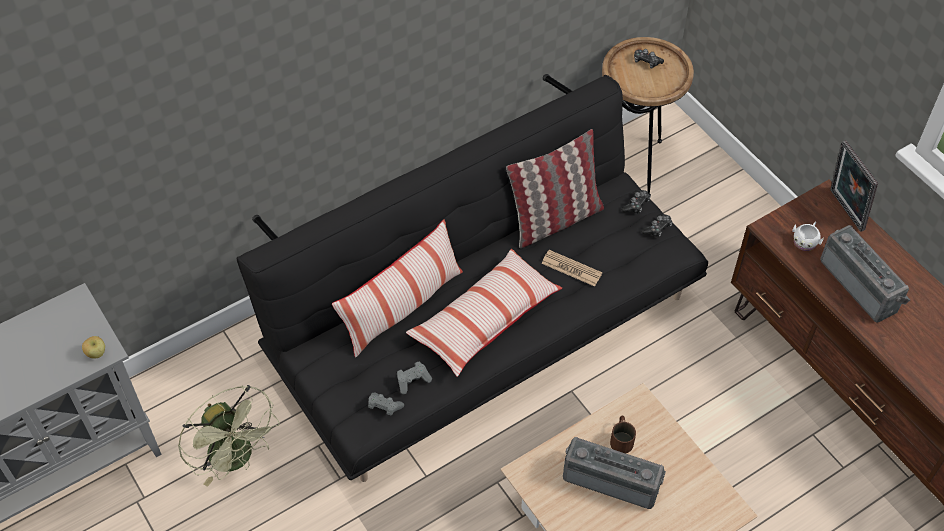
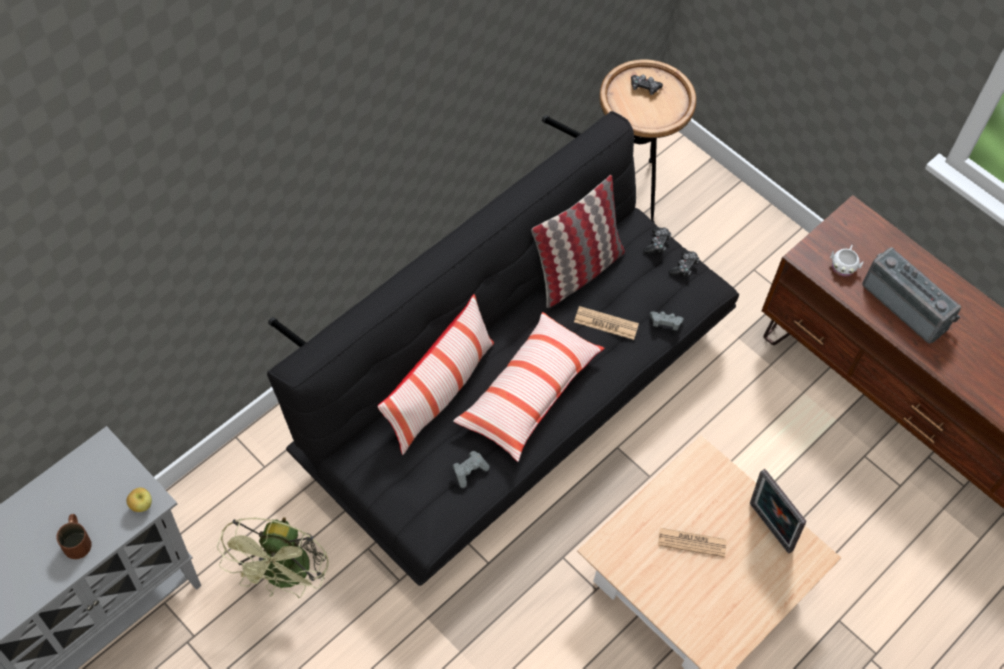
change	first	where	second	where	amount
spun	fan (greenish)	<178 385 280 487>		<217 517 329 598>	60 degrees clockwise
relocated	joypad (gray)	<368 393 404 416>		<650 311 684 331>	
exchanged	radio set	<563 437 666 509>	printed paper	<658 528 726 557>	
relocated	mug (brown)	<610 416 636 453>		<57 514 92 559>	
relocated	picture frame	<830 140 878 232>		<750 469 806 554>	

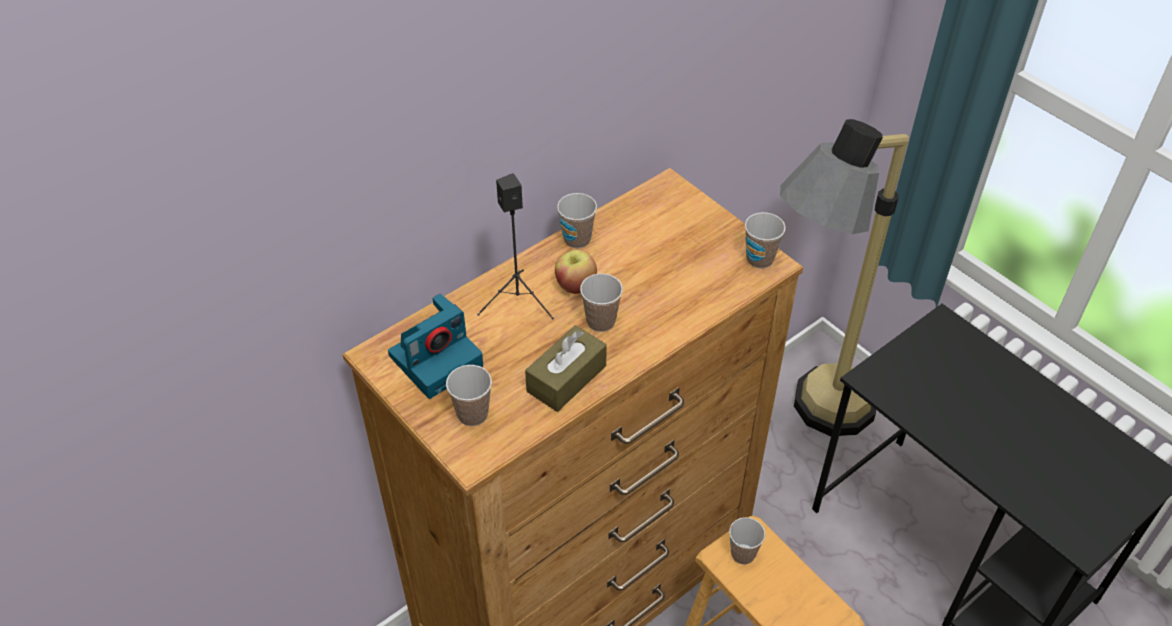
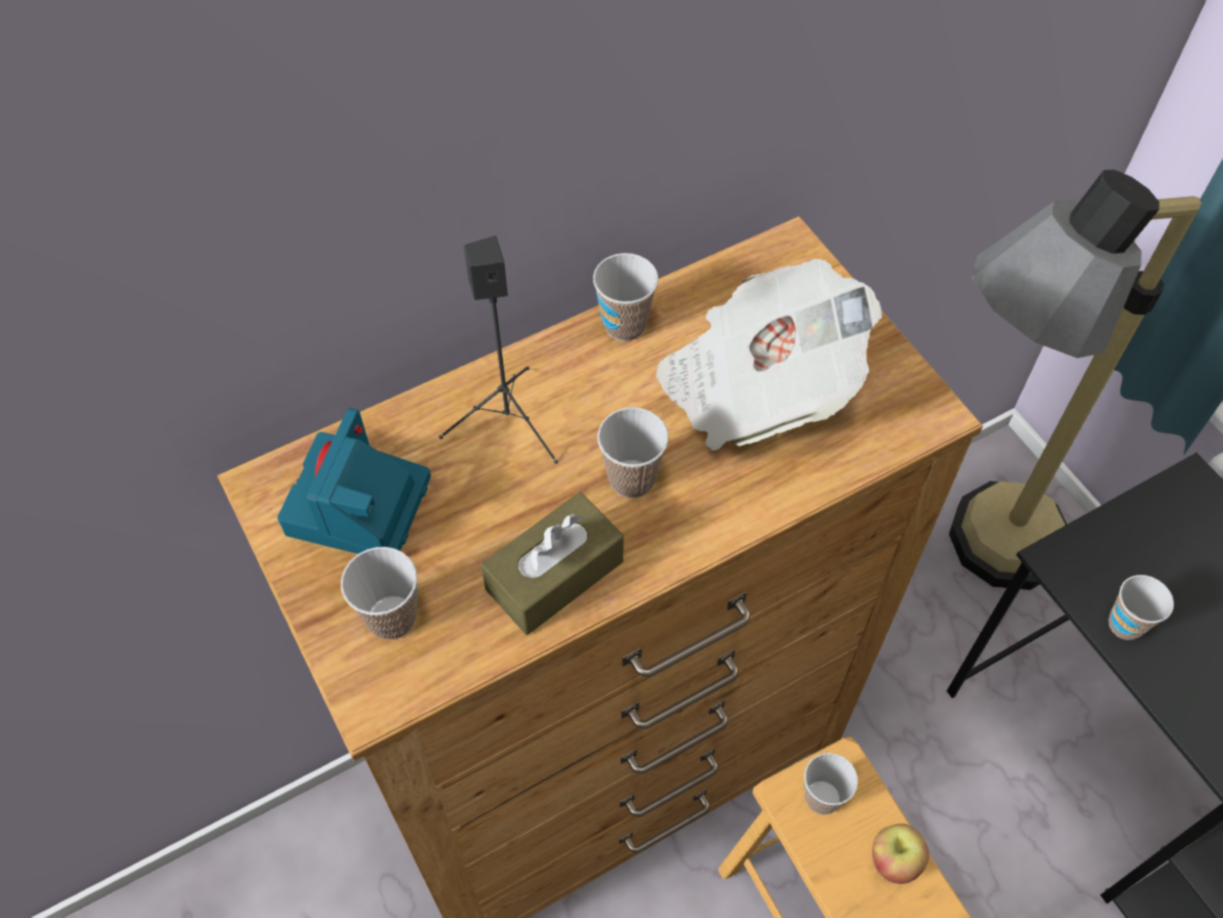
change	first	where	second	where	amount
spun	photo camera	<388 294 483 399>		<277 408 431 554>	135 degrees clockwise
relocated	apple	<555 250 597 294>		<872 824 929 884>	
relocated	small cup	<745 212 786 268>		<1108 575 1174 640>	
appeared			printed paper	<656 259 883 451>	

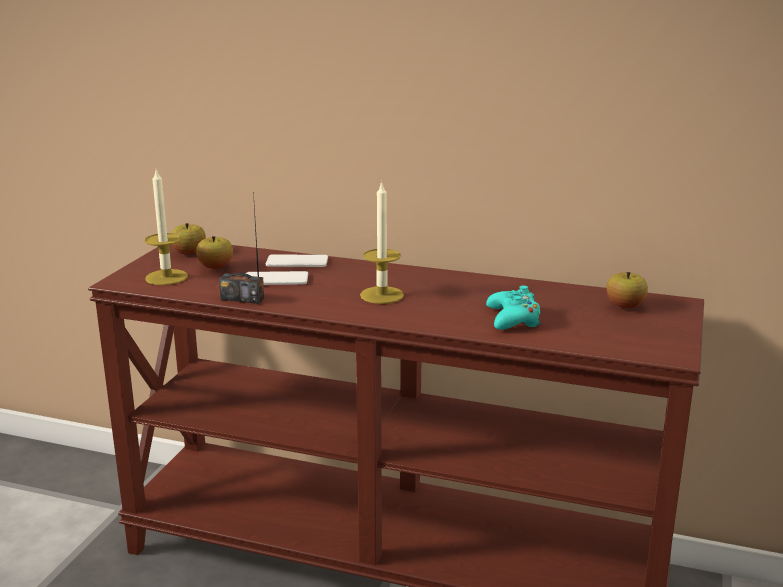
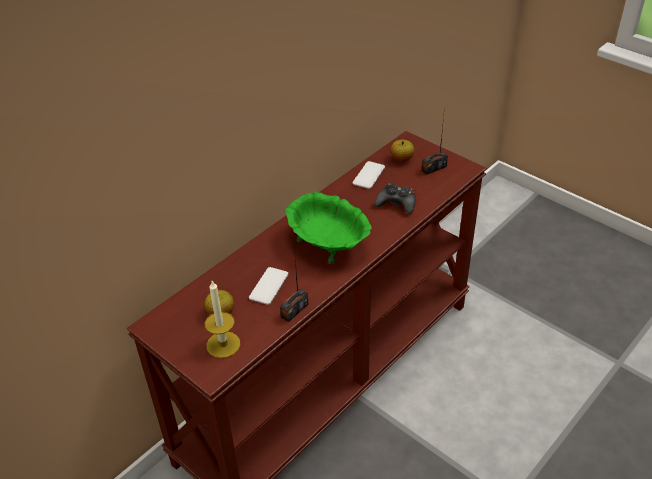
change	first	where	second	where	amount
missing	apple	<171 223 206 255>			
relocated	handset	<266 254 328 267>		<353 161 385 189>	
exchanged	wax candle	<360 181 404 304>	deep dish (greenish)	<285 192 372 264>	
colour	joypad (turquoise-coloured)	<486 285 541 330>	joypad (black-coloured)	<374 183 415 214>	
appeared			radio set	<421 106 448 175>	

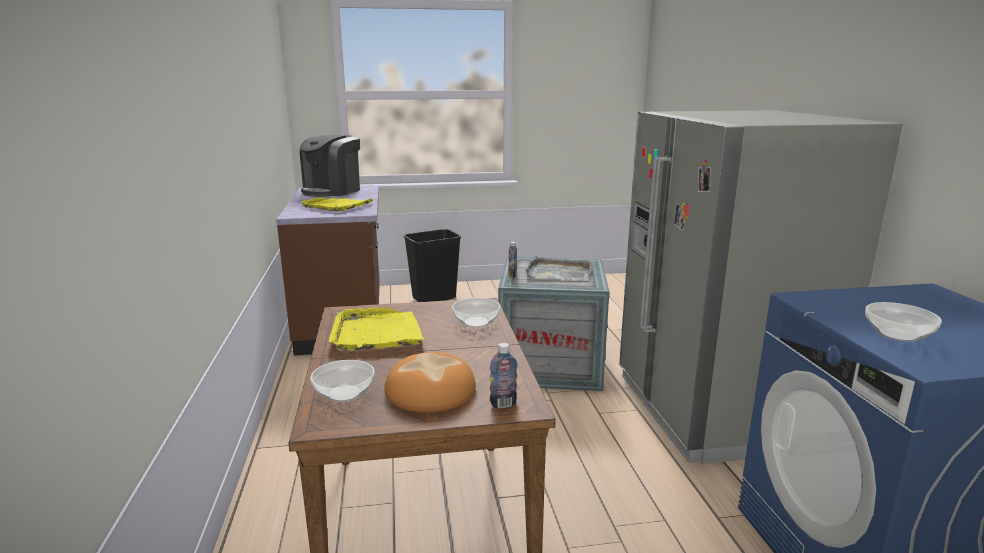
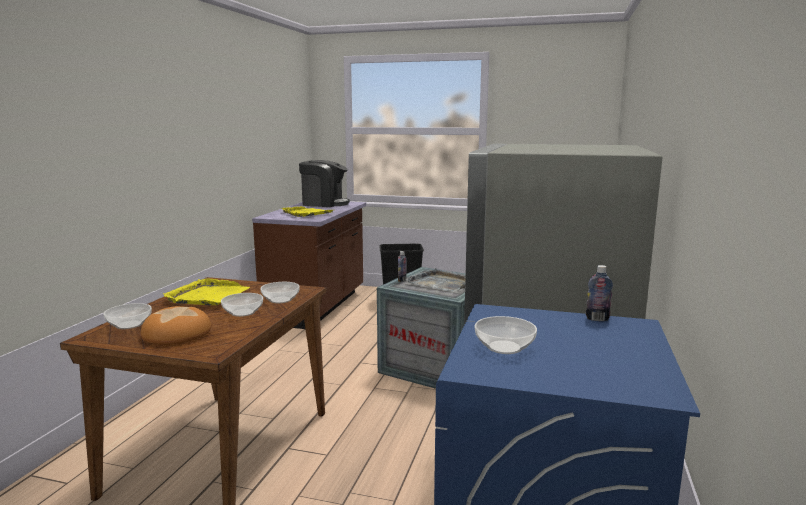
change	first	where	second	where	amount
spun	coffee maker	<300 134 360 197>		<299 160 350 207>	135 degrees counterclockwise
relocated	beverage bottle	<490 343 518 408>		<586 265 613 321>	
appeared			deep dish	<221 293 263 317>	

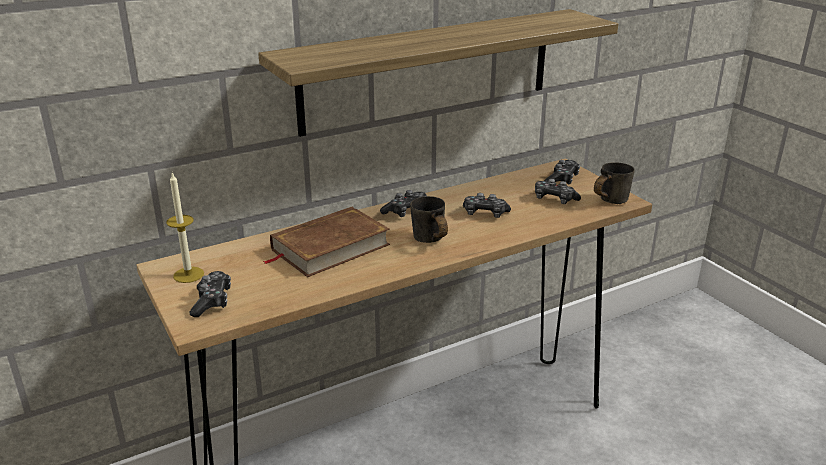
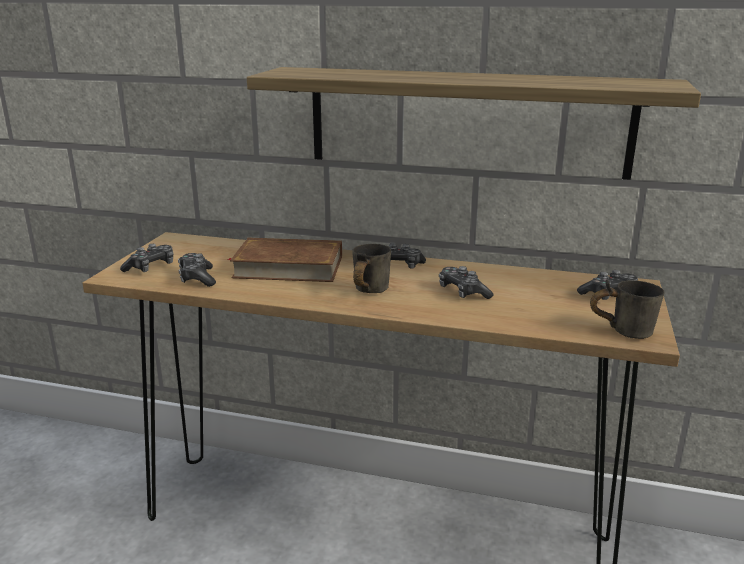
change	first	where	second	where	amount
missing	wax candle	<166 173 204 283>			
relocated	joypad	<535 179 581 204>		<178 253 216 287>	

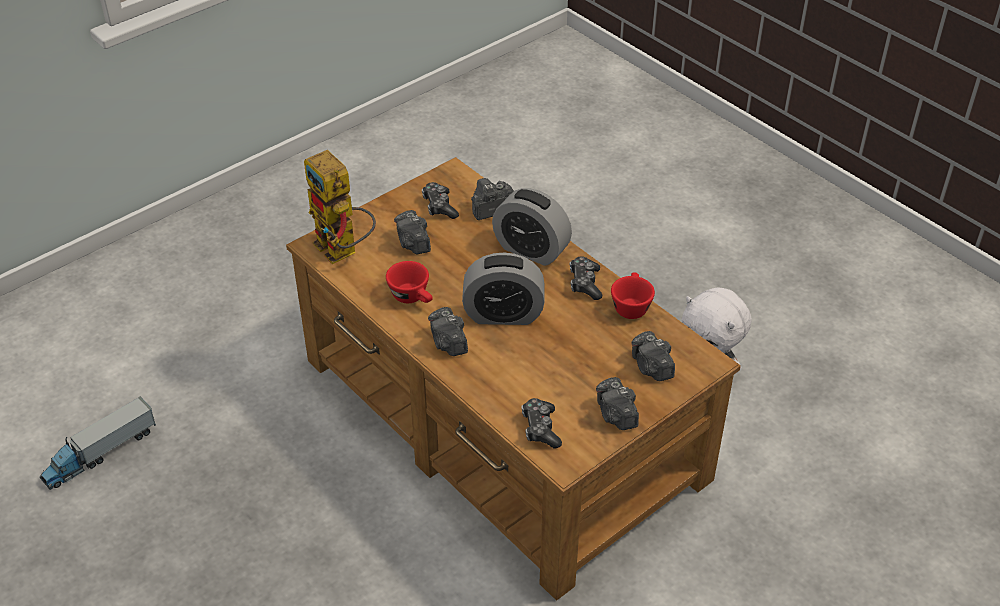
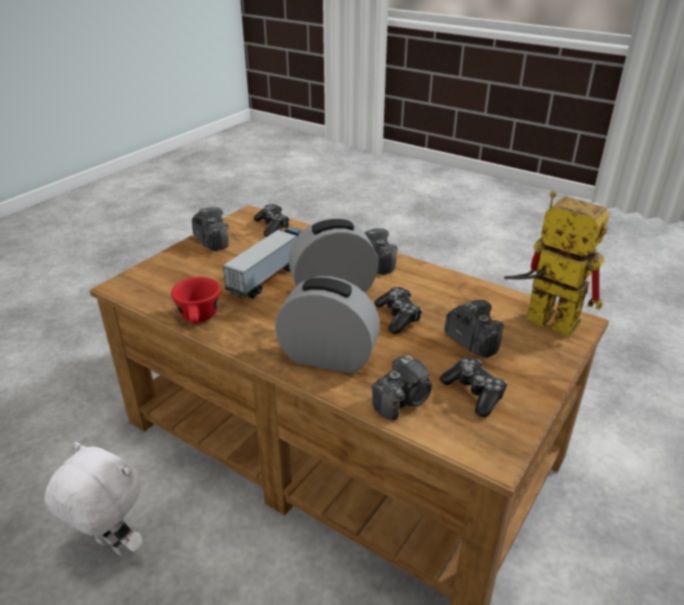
change	first	where	second	where	amount
relocated	toy truck	<40 397 156 490>		<222 226 303 299>	
missing	small cup (red-coloured)	<386 261 433 303>			
relocated	joypad	<570 256 602 300>		<374 287 422 334>	
missing	photo camera	<631 331 675 381>			

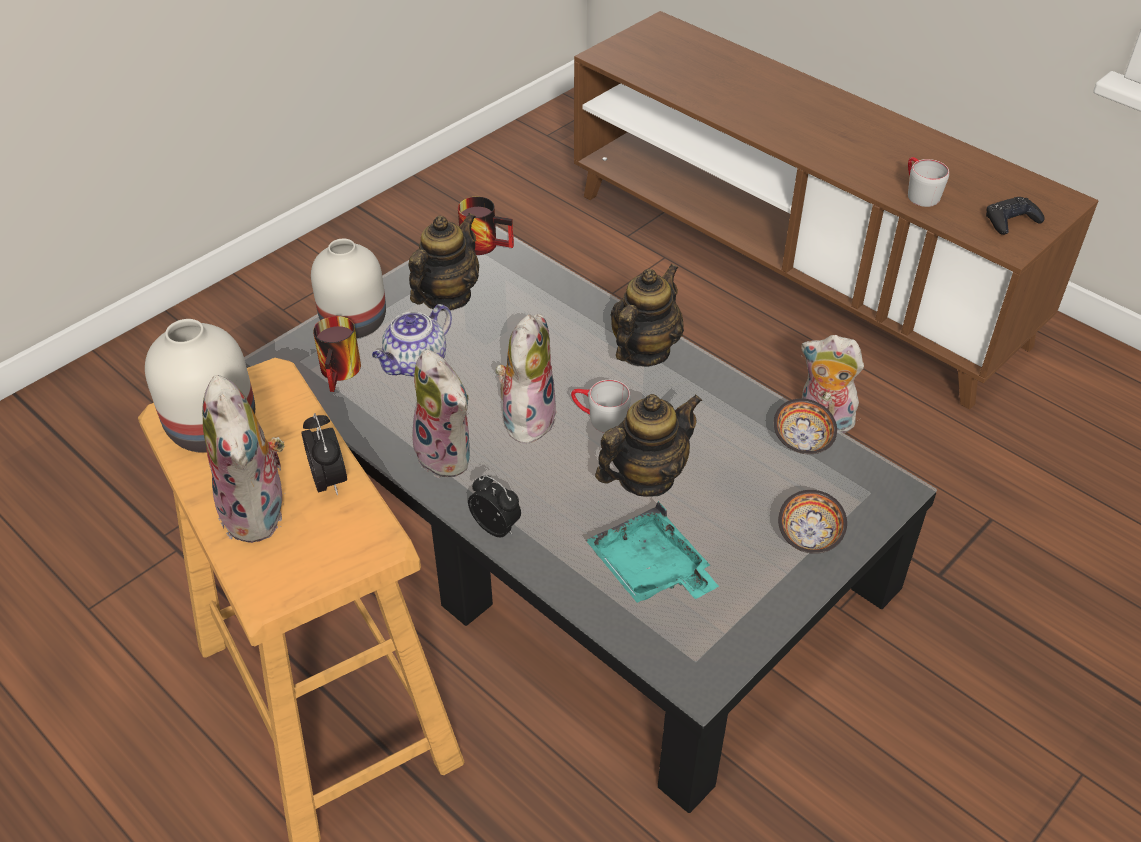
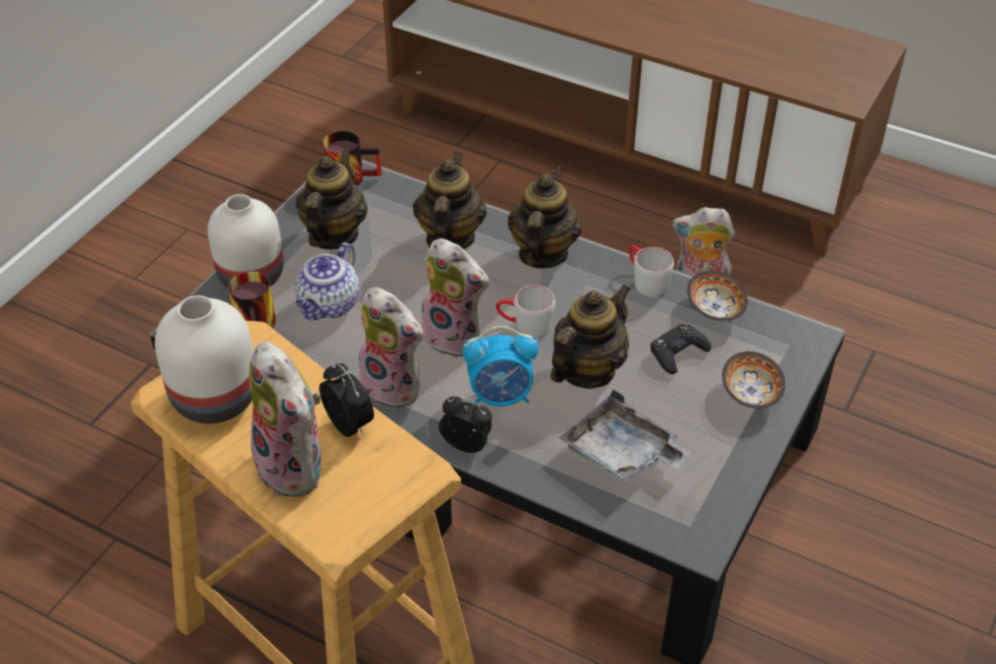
change	first	where	second	where	amount
spun	plush toy	<495 314 557 444>		<422 238 490 359>	120 degrees clockwise
colour	serving tray (turquoise-coloured)	<586 501 719 603>	serving tray (gray)	<559 389 693 484>	
relocated	mug (gray)	<908 157 949 207>		<629 245 674 297>	
relocated	joypad (black-coloured)	<986 197 1045 235>		<650 324 712 374>	
appeared			pot for tea	<413 151 487 249>	
appeared			bedside clock	<463 326 539 406>	

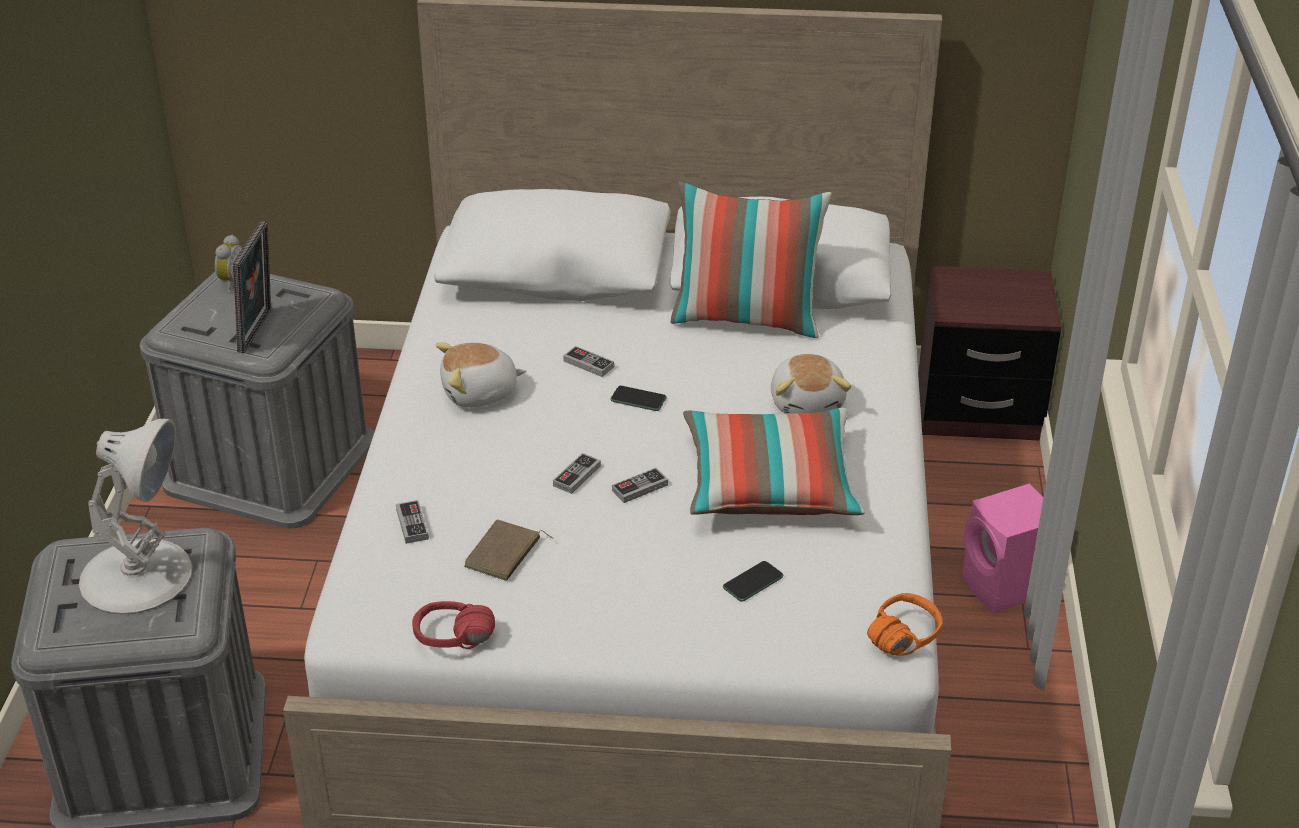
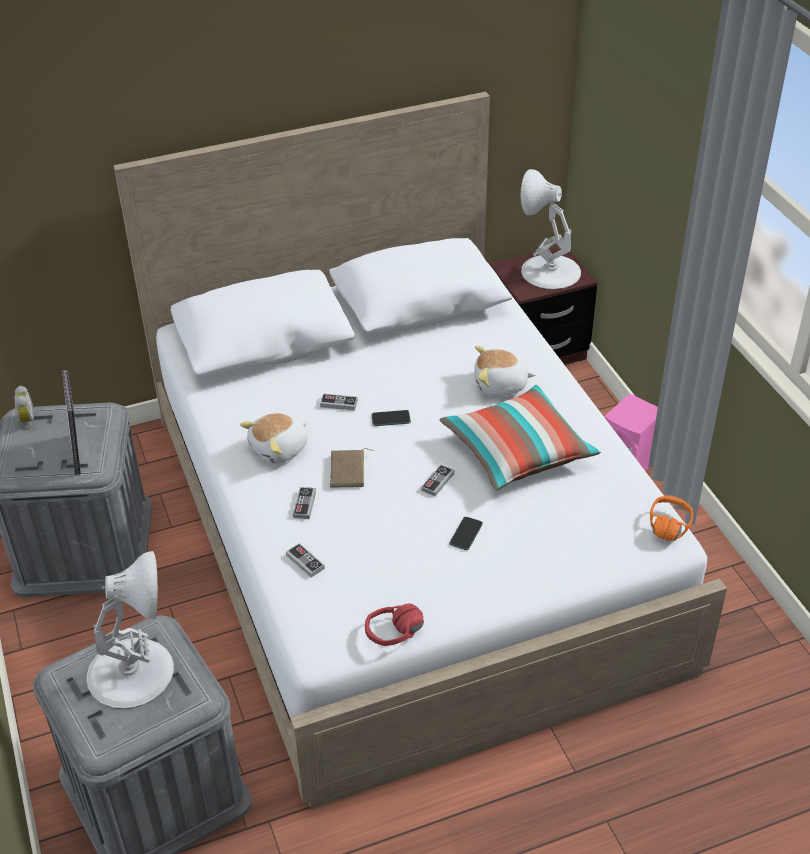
change	first	where	second	where	amount
relocated	book (brown)	<464 520 553 581>		<330 448 374 487>	
relocated	joypad	<553 453 601 494>		<293 487 316 519>	
missing	pillow	<671 181 832 338>			
relocated	handset	<723 561 783 601>		<449 517 483 550>	
spun	plush toy	<771 354 852 413>		<474 346 535 396>	120 degrees clockwise
appeared			tabletop lamp (white-coloured)	<521 169 581 290>	

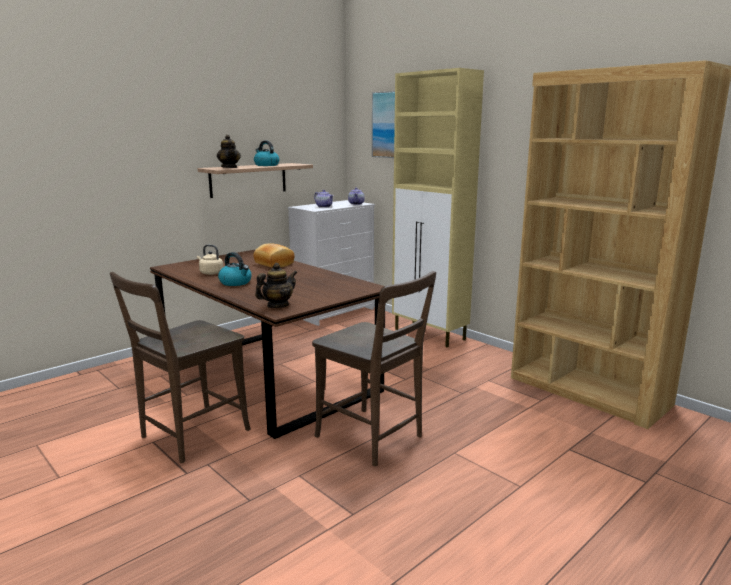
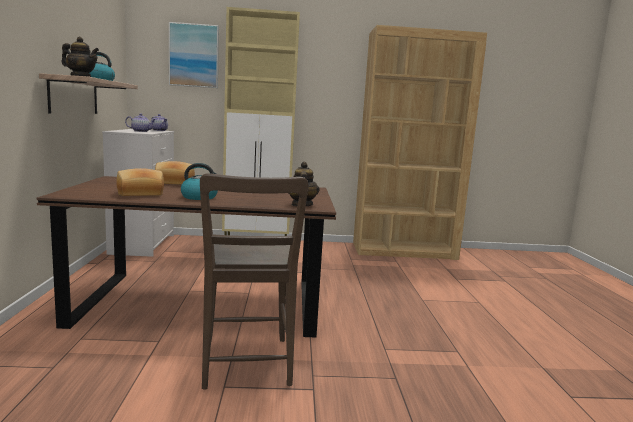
change	first	where	second	where	amount
exchanged	water kettle (sand-coloured)	<197 245 223 275>	baked bread	<116 168 164 196>	
missing	chair (brown)	<312 271 436 466>			

